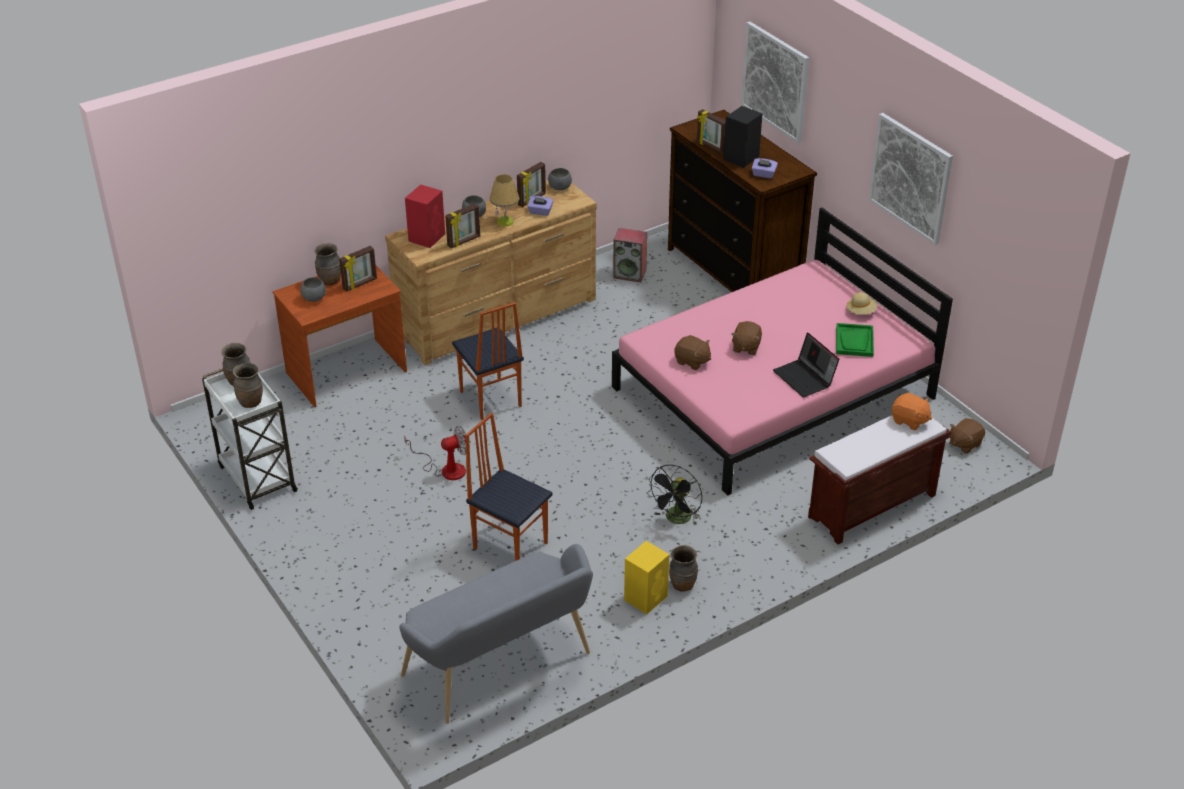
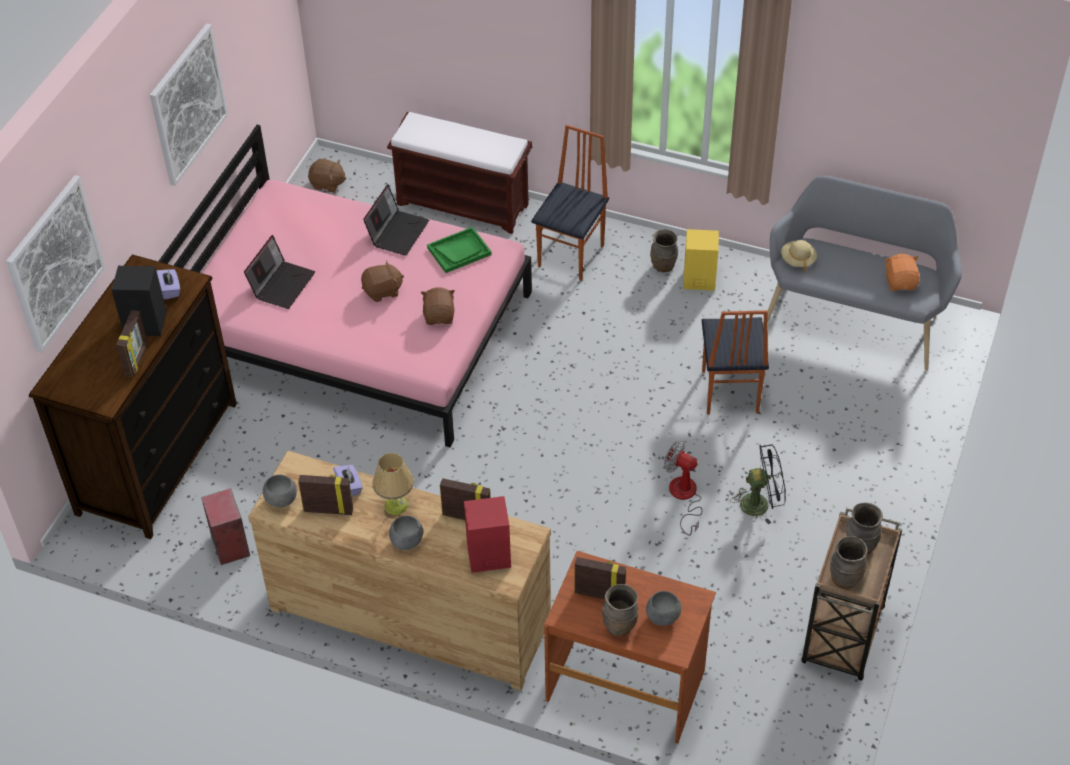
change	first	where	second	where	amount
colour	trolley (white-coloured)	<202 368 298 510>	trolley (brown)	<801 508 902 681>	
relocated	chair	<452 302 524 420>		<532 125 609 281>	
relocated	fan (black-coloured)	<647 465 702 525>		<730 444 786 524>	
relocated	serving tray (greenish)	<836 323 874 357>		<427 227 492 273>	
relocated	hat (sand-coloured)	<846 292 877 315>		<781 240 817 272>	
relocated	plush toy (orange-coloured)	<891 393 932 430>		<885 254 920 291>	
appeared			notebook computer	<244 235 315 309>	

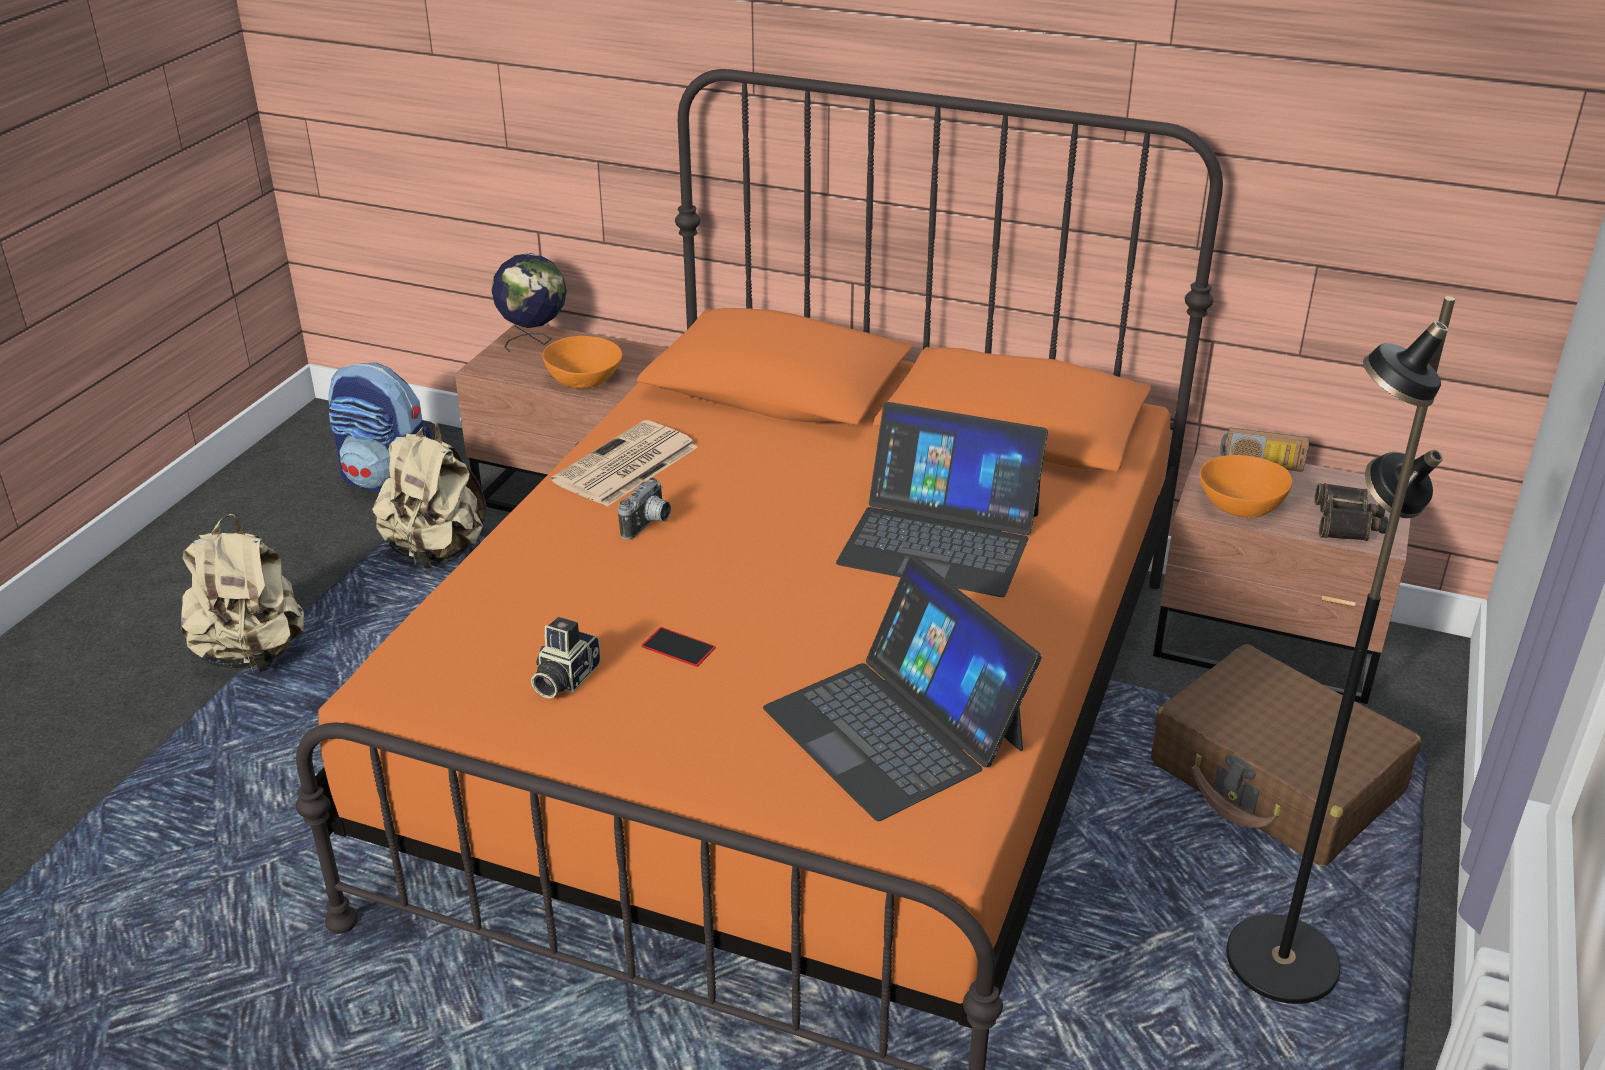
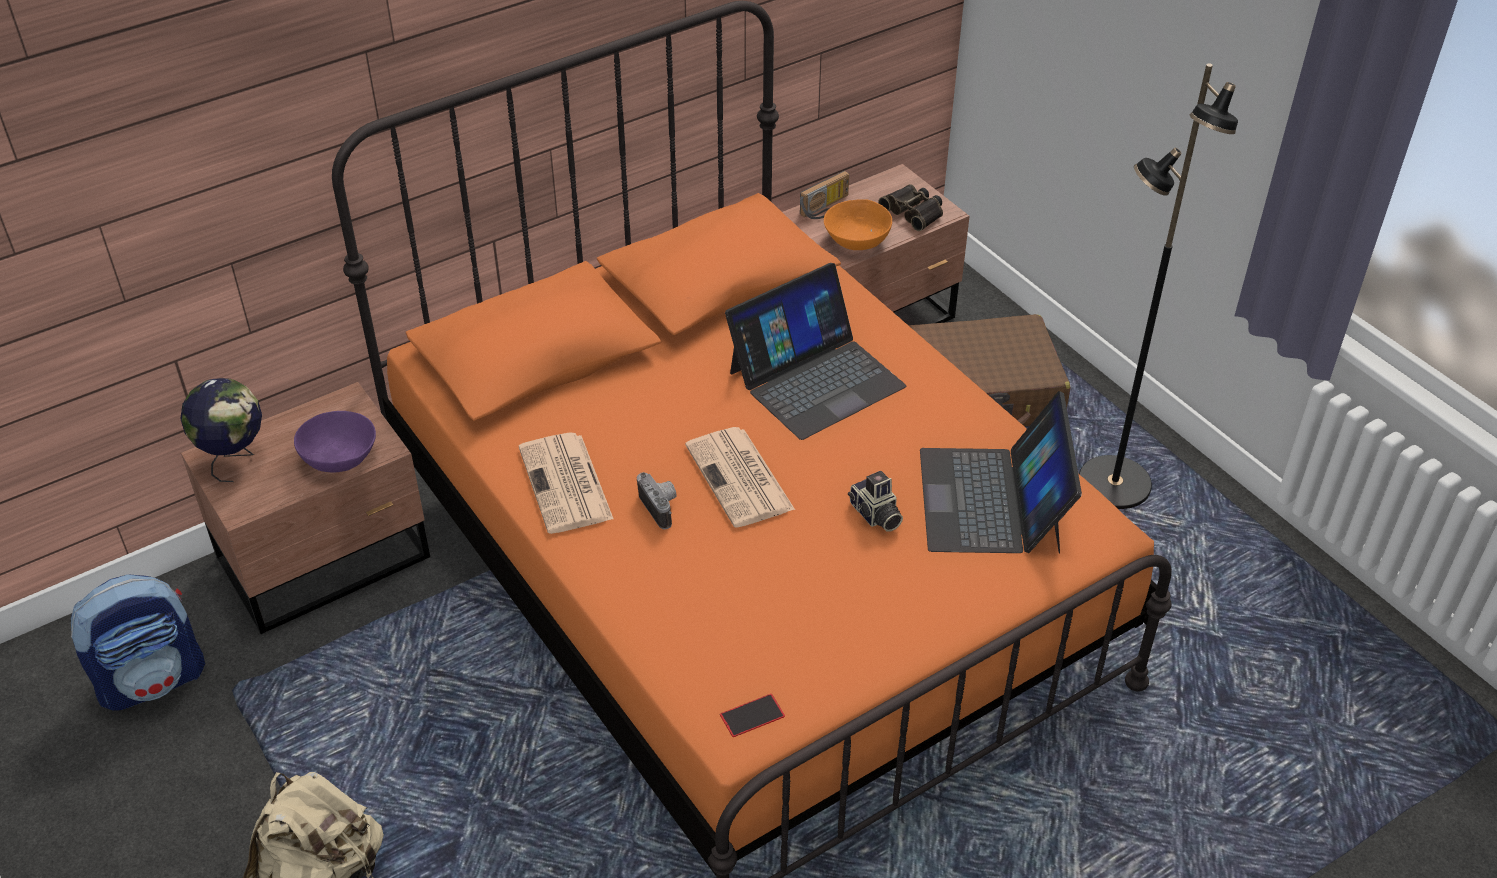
change	first	where	second	where	amount
missing	knapsack (sand-coloured)	<372 422 487 569>			
relocated	photo camera	<531 617 601 698>		<848 471 903 531>	
colour	deep dish (orange-coloured)	<543 336 622 389>	deep dish (purple-coloured)	<294 411 376 473>	
relocated	handset	<641 627 716 667>		<720 694 785 737>	
spun	notebook computer	<763 557 1042 821>		<920 391 1082 554>	90 degrees clockwise
appeared			printed paper	<685 427 795 528>	

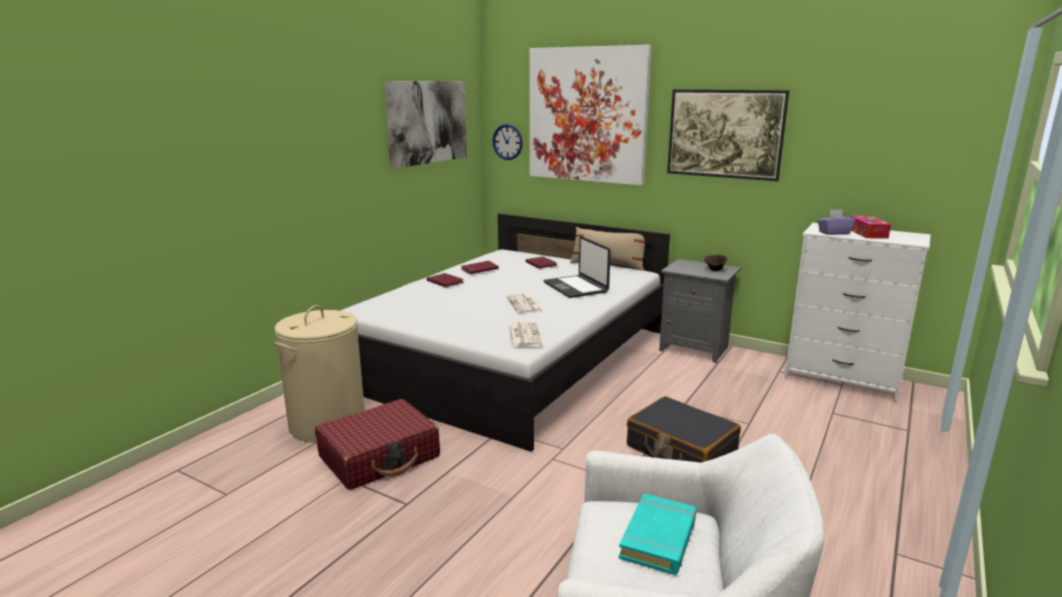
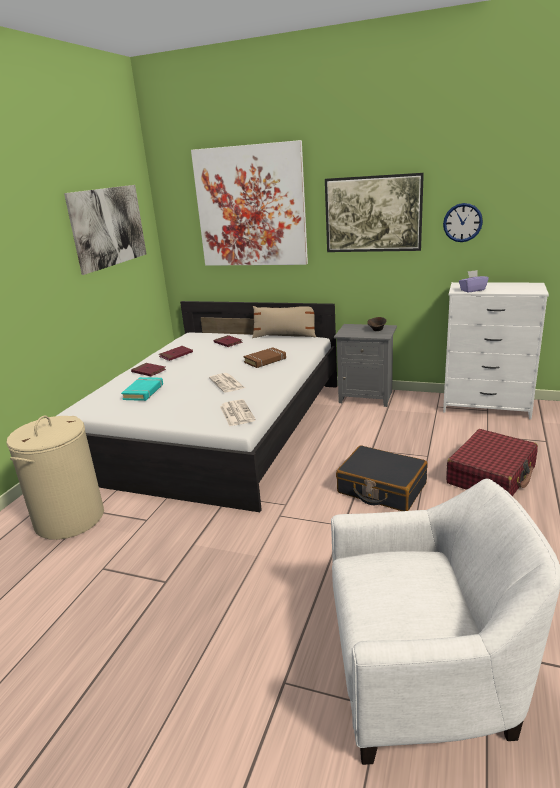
change	first	where	second	where	amount
relocated	travel case (red-coloured)	<315 399 440 490>		<446 429 538 496>	
relocated	hanging clock	<493 124 523 160>		<443 203 483 242>	
exchanged	notebook computer	<543 236 611 298>	book (brown)	<244 347 286 368>	
relocated	book (turquoise-coloured)	<619 494 696 575>		<121 377 163 401>	
missing	tissue box	<850 216 891 239>			

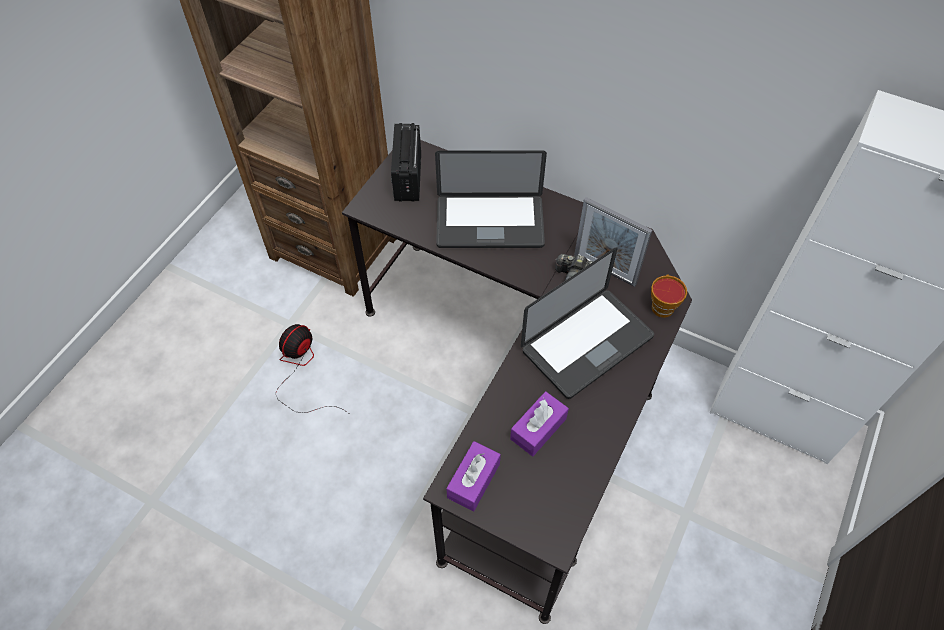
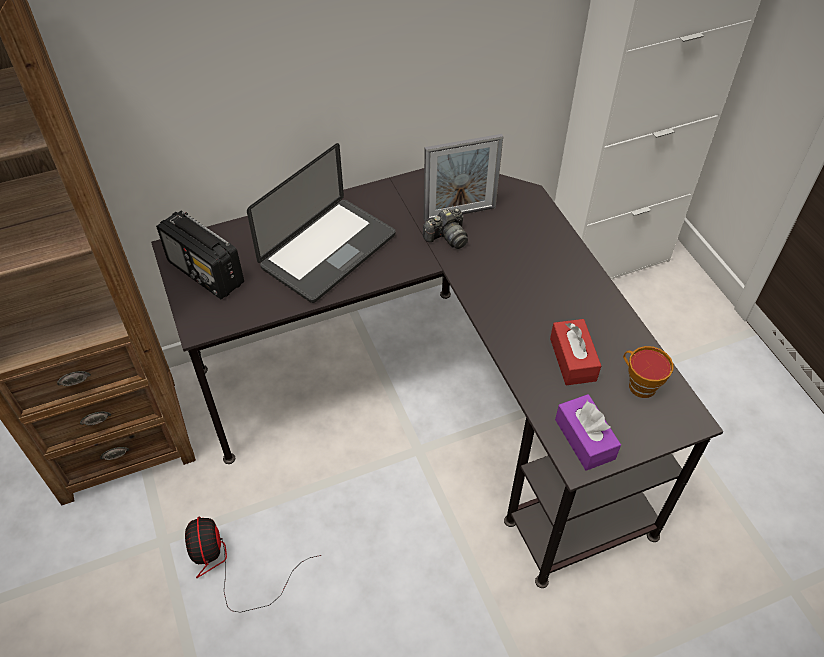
change	first	where	second	where	amount
colour	tissue box (purple-coloured)	<510 391 569 457>	tissue box (red-coloured)	<550 319 601 385>	
missing	notebook computer	<521 247 654 399>			
relocated	small cup	<651 274 687 318>		<623 346 674 398>	

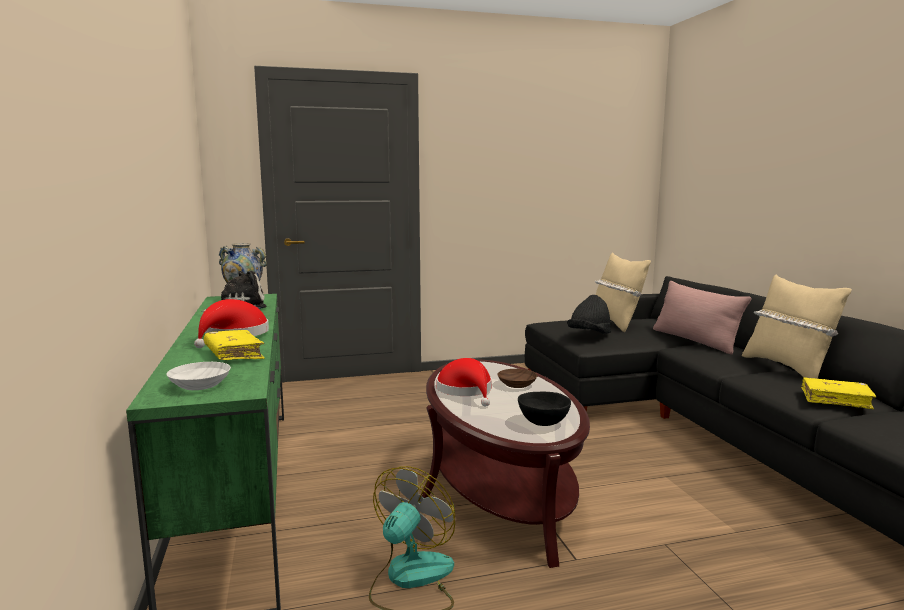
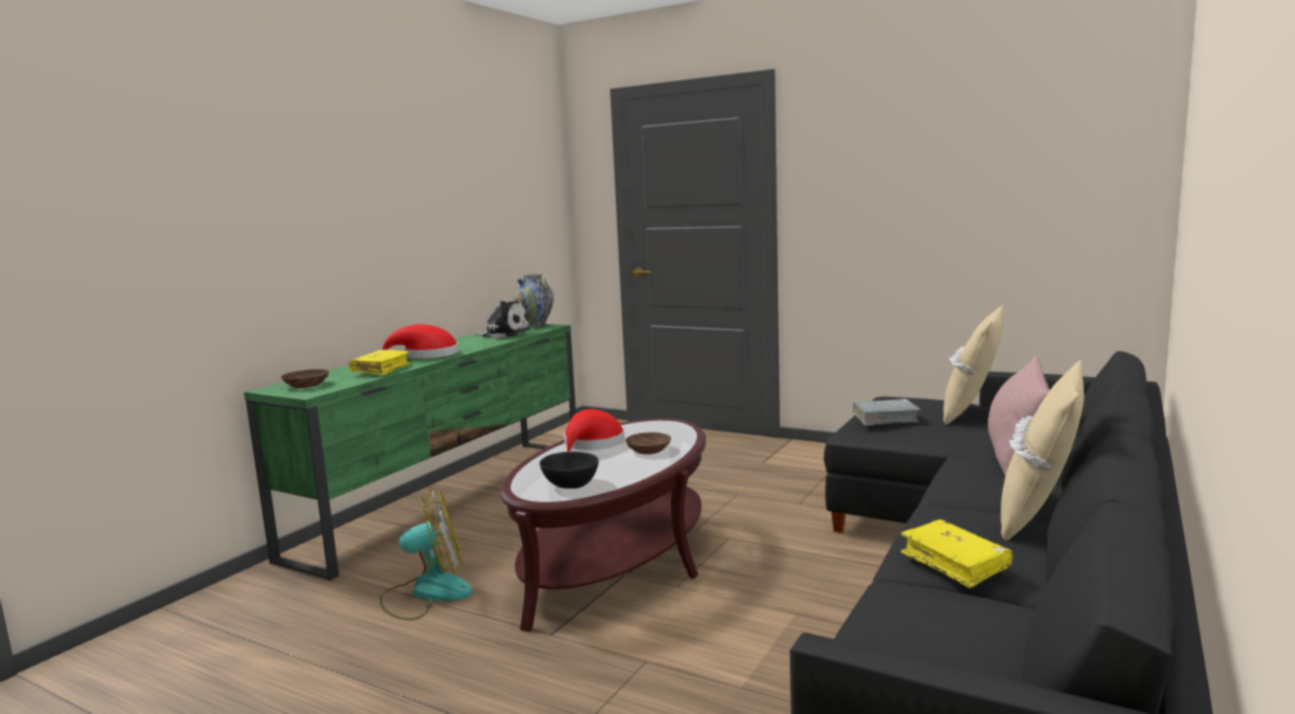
change	first	where	second	where	amount
colour	deep dish (white-coloured)	<167 362 231 390>	deep dish (brown)	<281 369 329 388>	
exchanged	hat (black-coloured)	<567 295 611 334>	book (gray)	<853 399 920 426>	

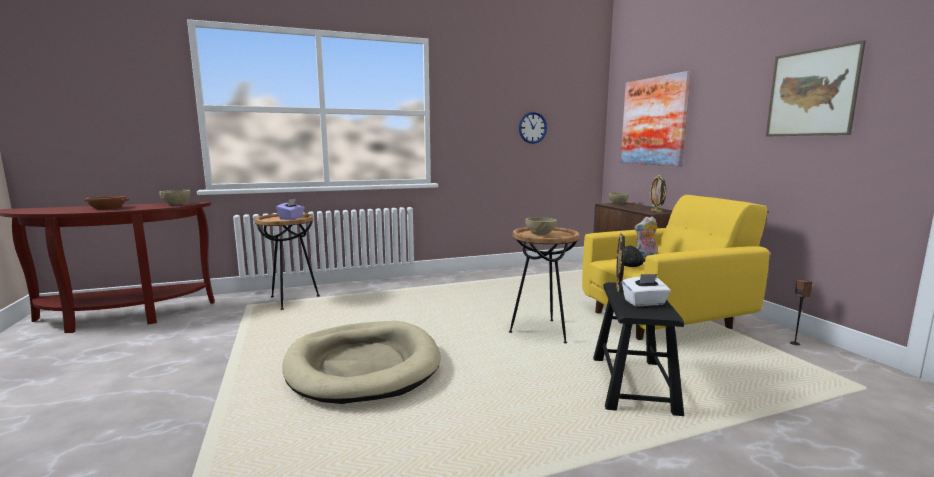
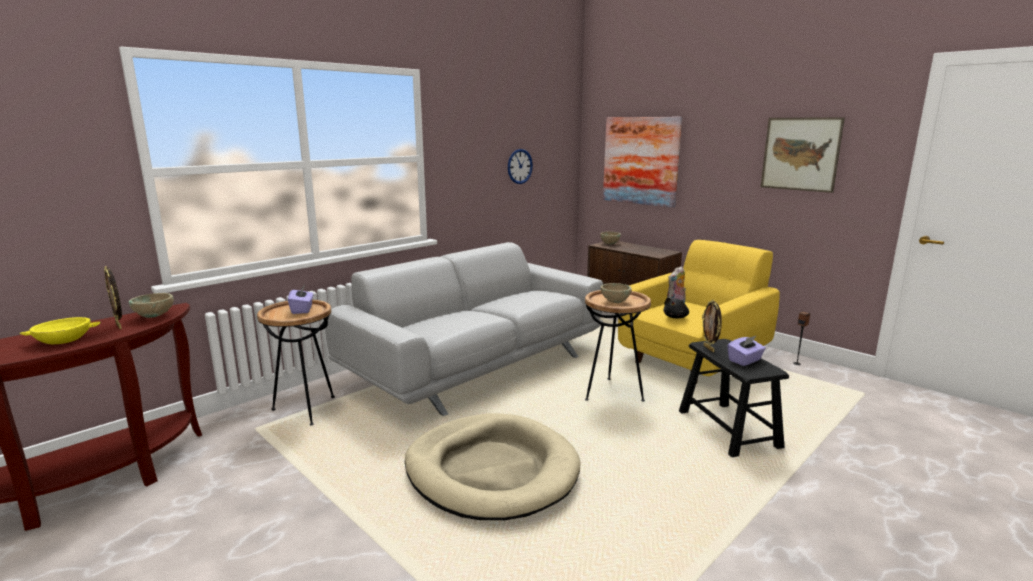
change	first	where	second	where	amount
colour	deep dish (brown)	<84 196 129 210>	deep dish (yellowish)	<20 317 101 344>	
colour	tissue box (white-coloured)	<622 274 671 306>	tissue box (purple-coloured)	<728 336 766 366>	
relocated	picture frame	<649 175 666 213>		<104 266 122 329>	
appeared			couch (gray)	<325 242 603 416>	

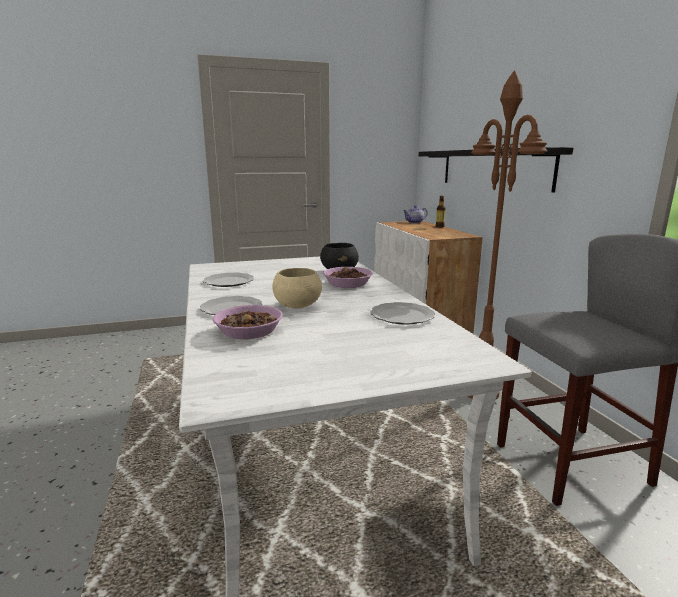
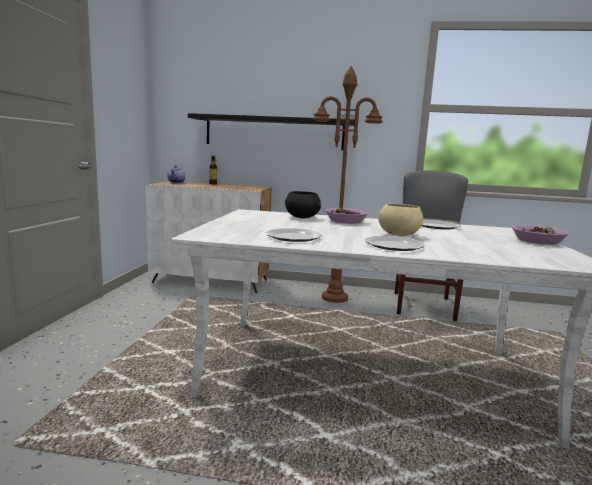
change	first	where	second	where	amount
relocated	deep dish	<213 305 283 339>		<512 225 569 245>	

